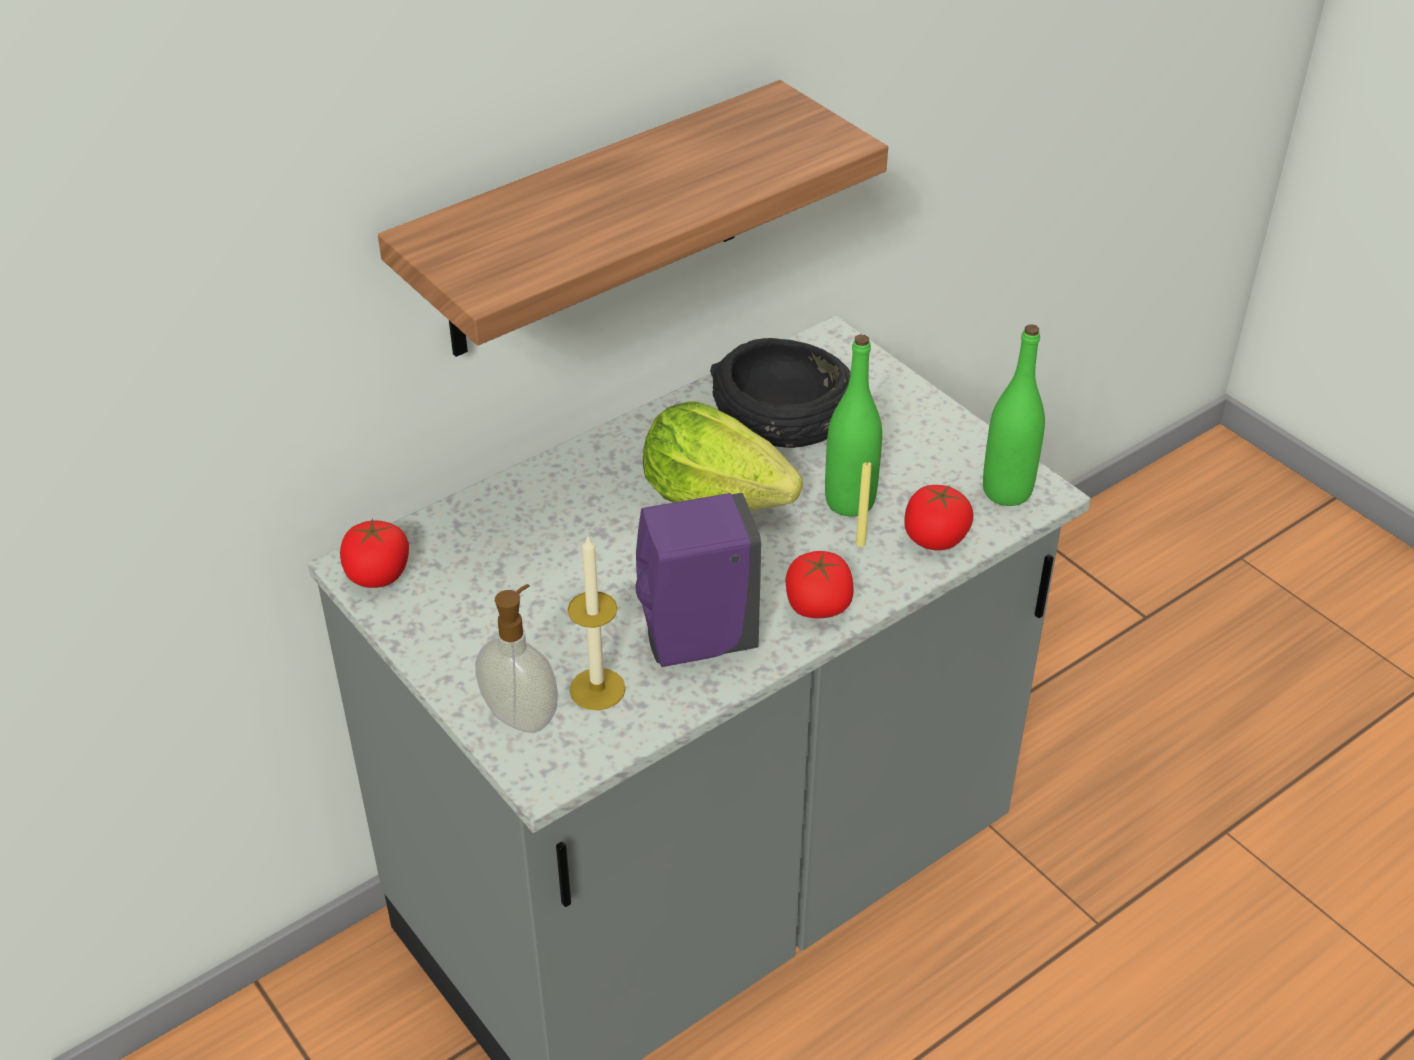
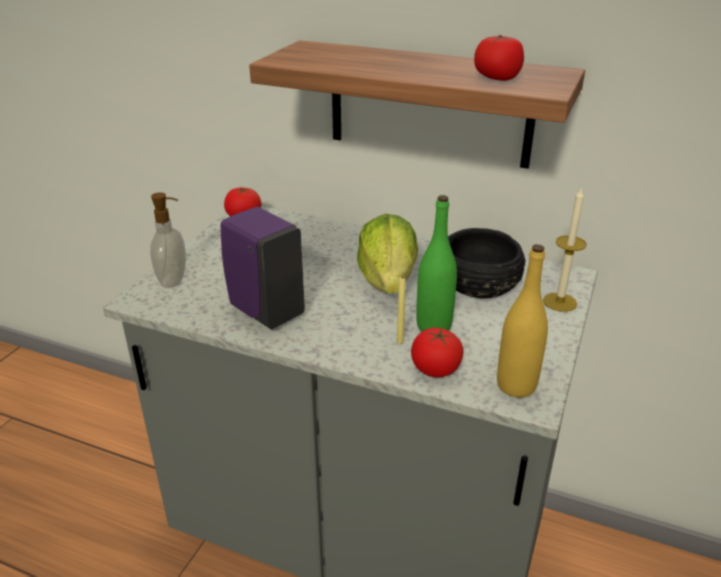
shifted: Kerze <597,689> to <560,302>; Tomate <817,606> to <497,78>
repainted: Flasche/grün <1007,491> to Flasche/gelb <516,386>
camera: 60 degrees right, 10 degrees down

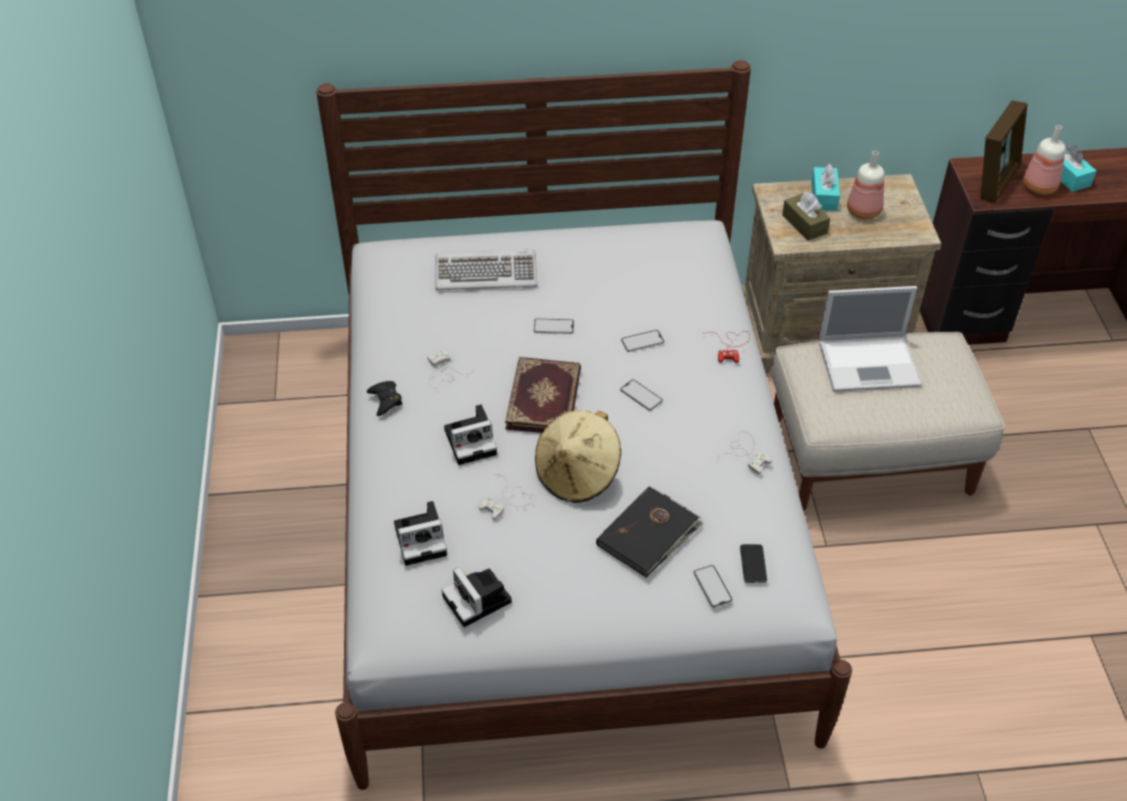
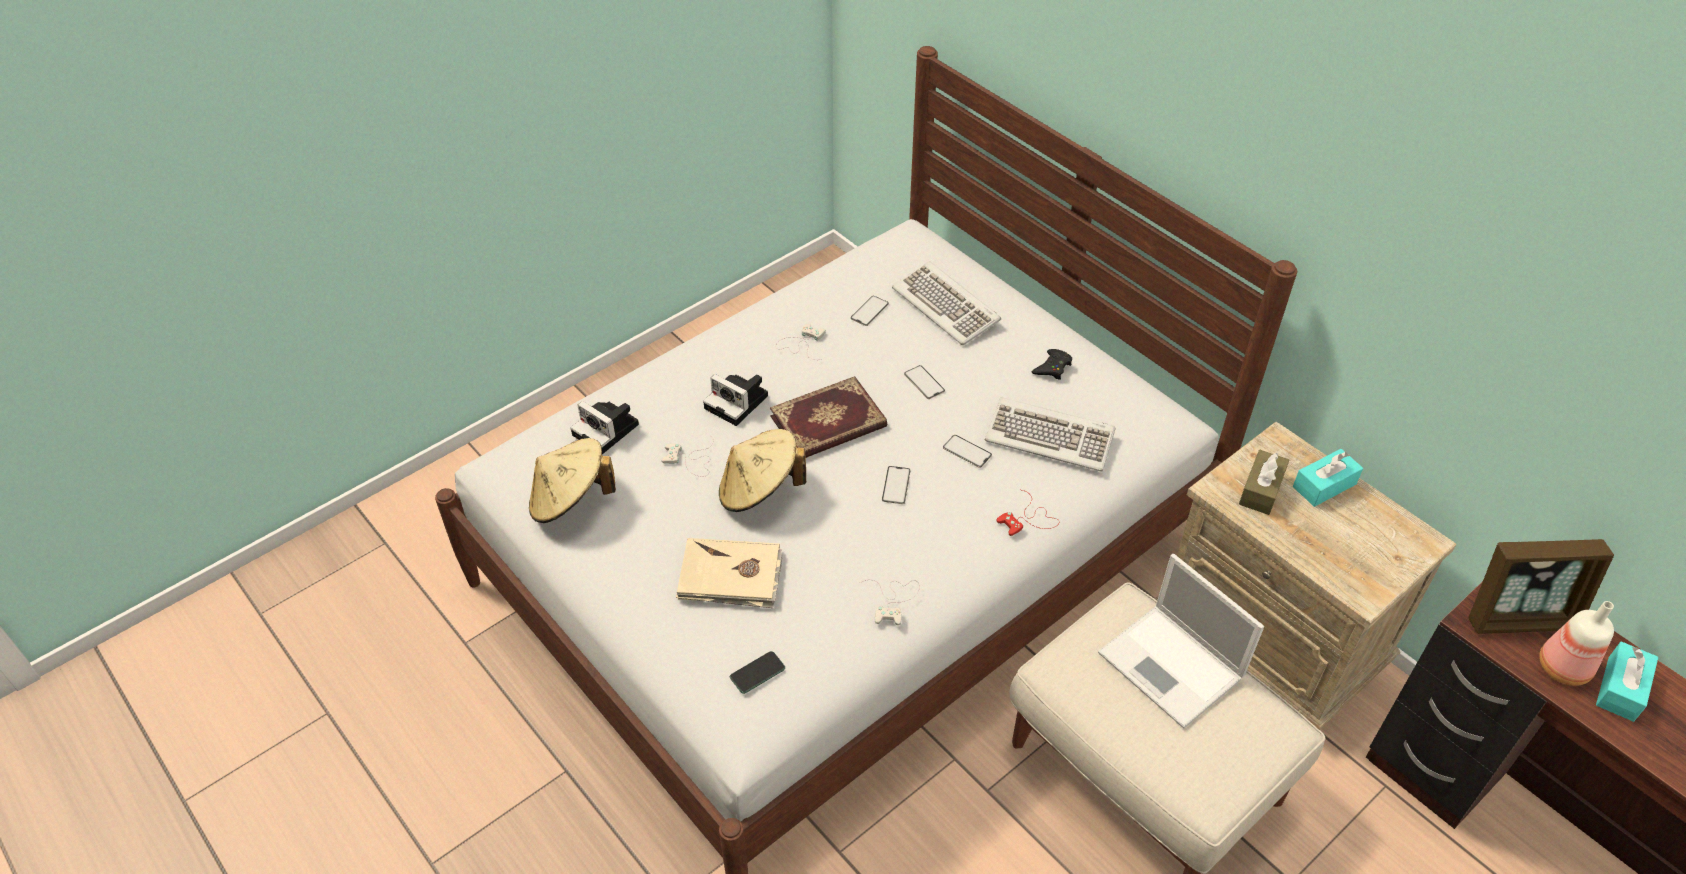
gone: Flasche <864,211>
new: Tastatur <1050,437>
shifted: Gamepad/schwarz <385,400> to <1052,367>; Handy <712,586> to <869,311>
swapped: Kamera <479,600> to Hut/beige <571,500>
repainted: Buch/schwarz <649,534> to Buch/beige <730,576>
camera: 55 degrees right, 0 degrees up

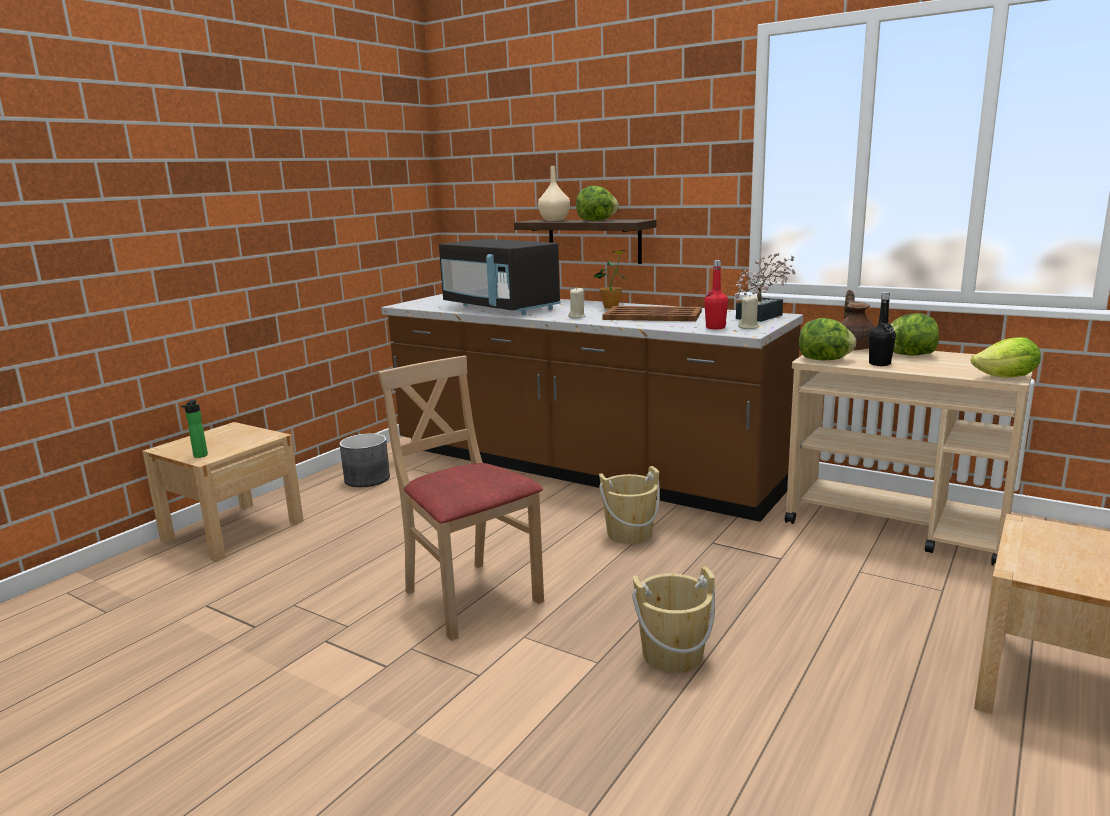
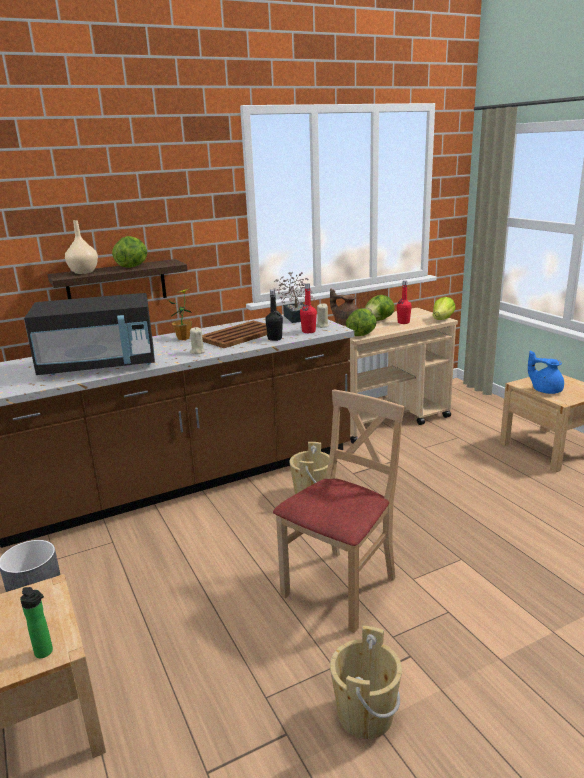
new: Flasche/rot <403,322>; Teekanne/blau <545,390>
shifted: Flasche/schwarz <879,364> to <275,339>; Eimer/beige <672,655> to <365,714>
rotated: Stuhl/beige <471,597> = <341,588> 135 degrees clockwise
camera: 60 degrees left, 5 degrees up

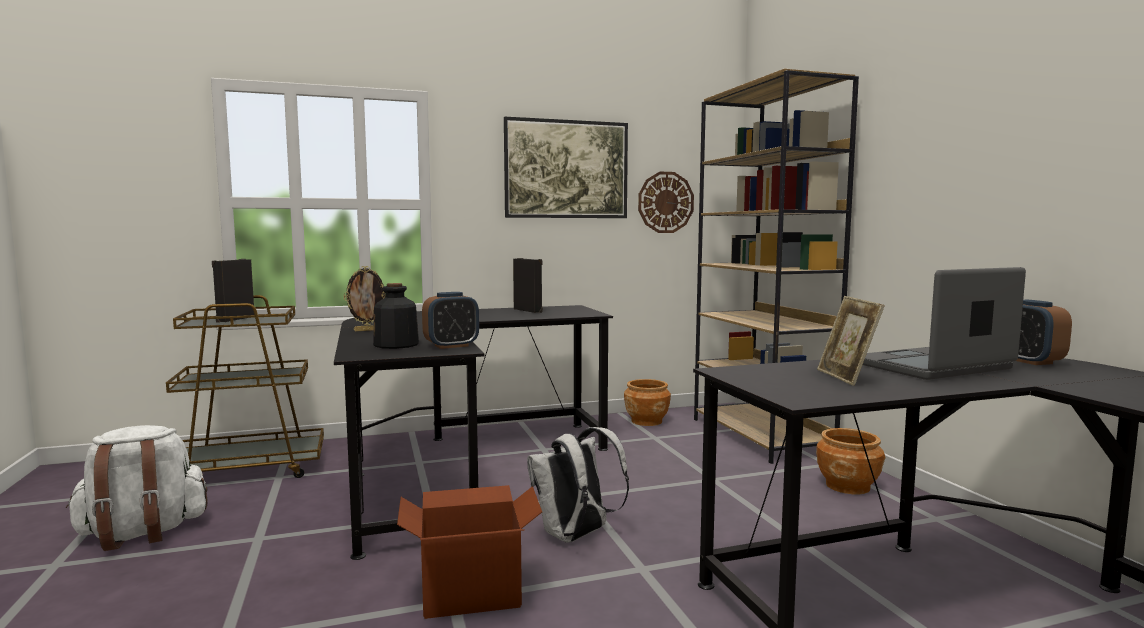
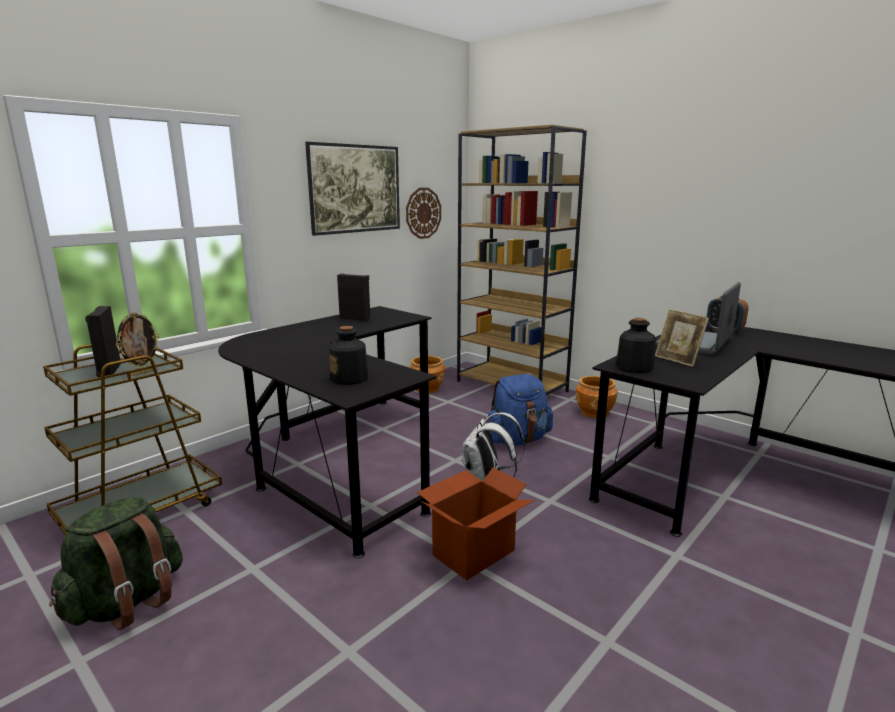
gone: Wecker <451,346>
new: Flasche <634,367>; Rucksack/blau <518,440>
shifted: Bilderrahmen <367,330> to <143,372>
repainted: Rucksack/weiß <142,533> to Rucksack/grün <127,602>
camera: 30 degrees left, 10 degrees up

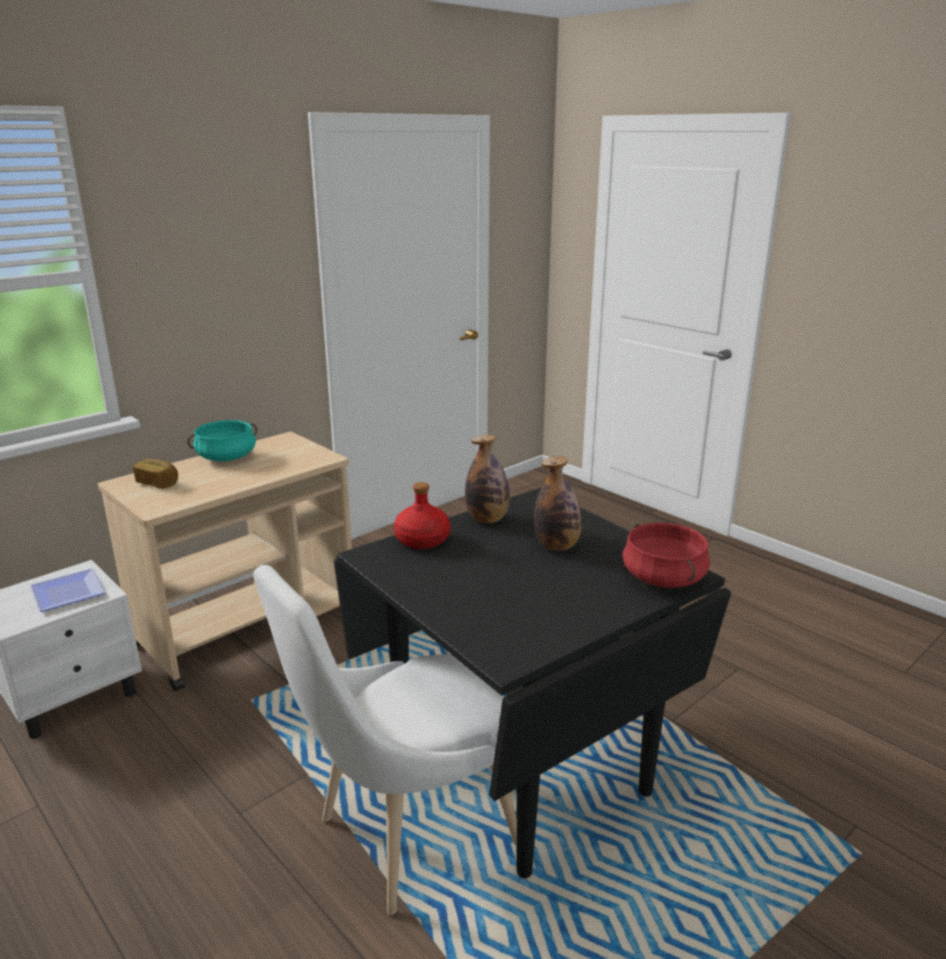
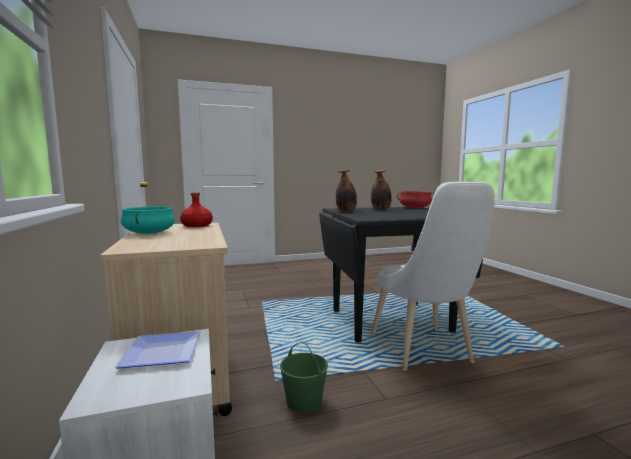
gone: Brot <158,483>
new: Eimer/grün <304,401>
shifted: Flasche/rot <422,540> to <196,225>
camera: 65 degrees left, 15 degrees down

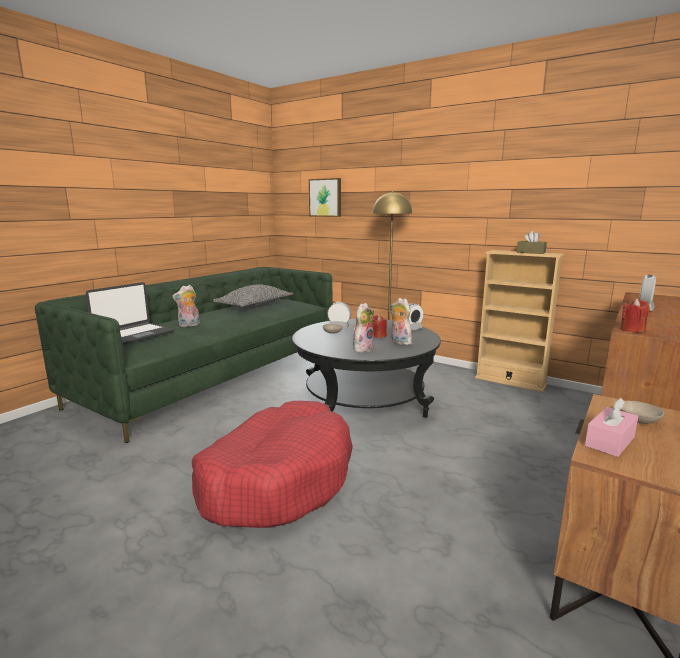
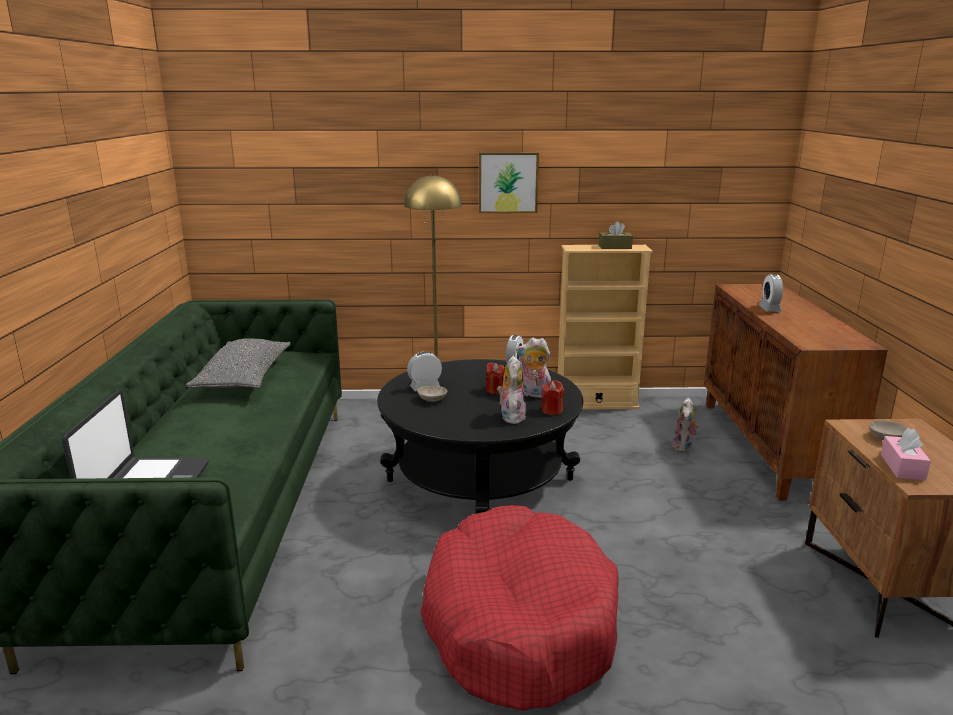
shifted: Bild <326,197> to <508,182>; Plüschtier <189,325> to <684,447>; Kerze/rot <632,330> to <552,410>
camera: 35 degrees left, 5 degrees up

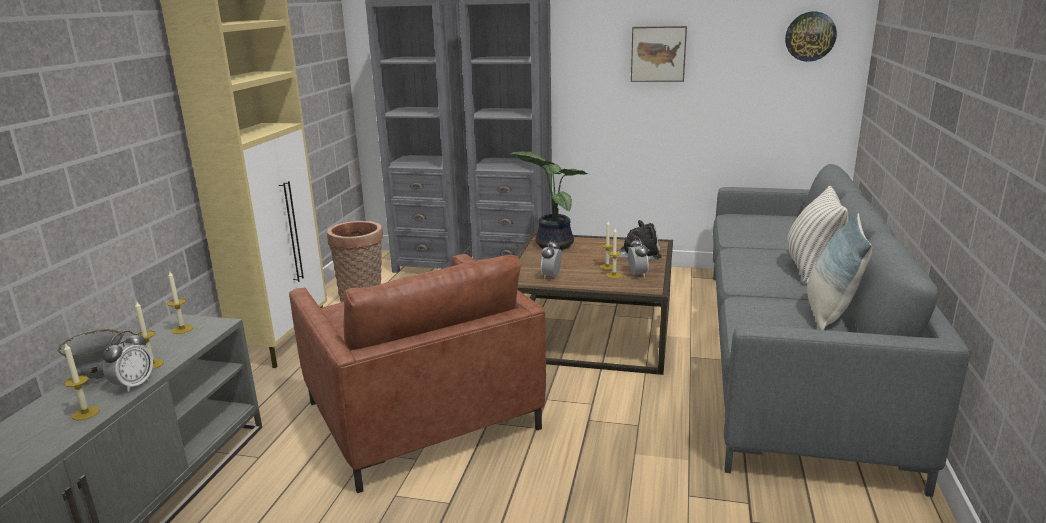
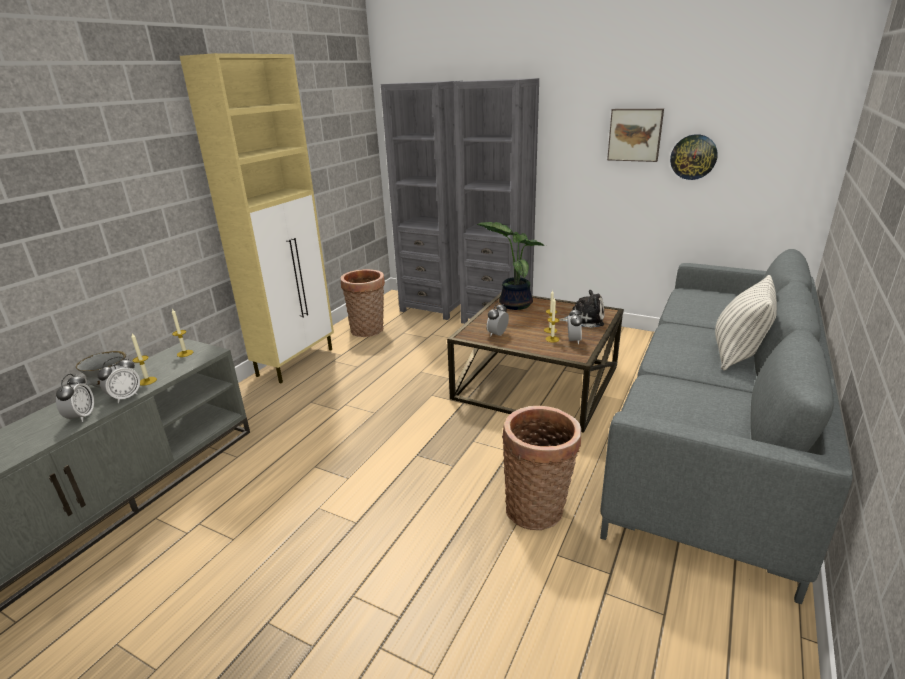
gone: Kissen <829,313>; Sessel/braun <421,415>
new: Korb <538,509>
shifted: Wanduhr <810,36> to <693,157>
swapped: Kerze <85,413> to Wecker <81,416>
camera: 15 degrees right, 5 degrees up

